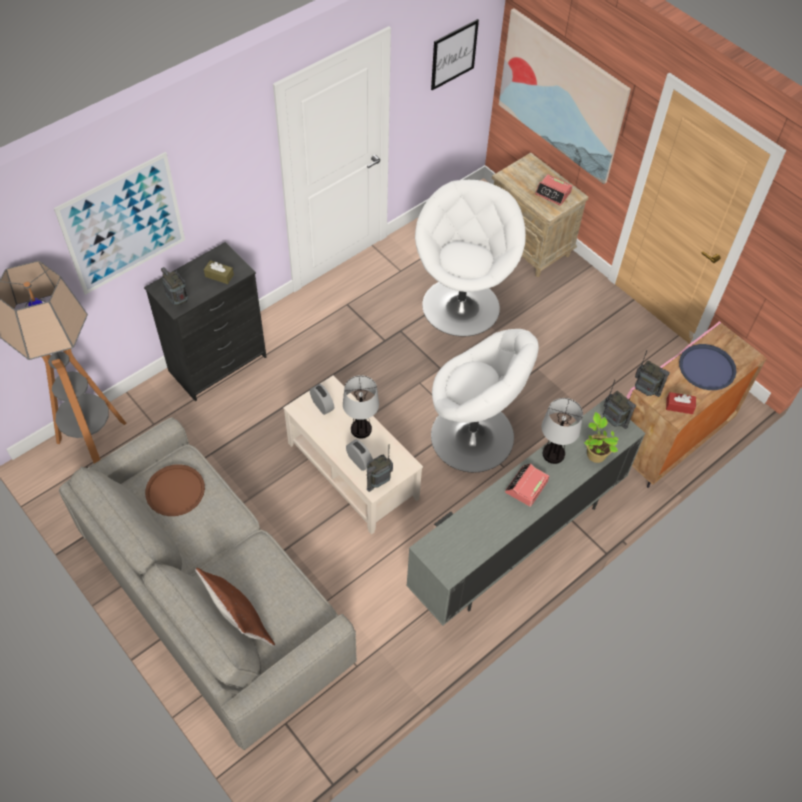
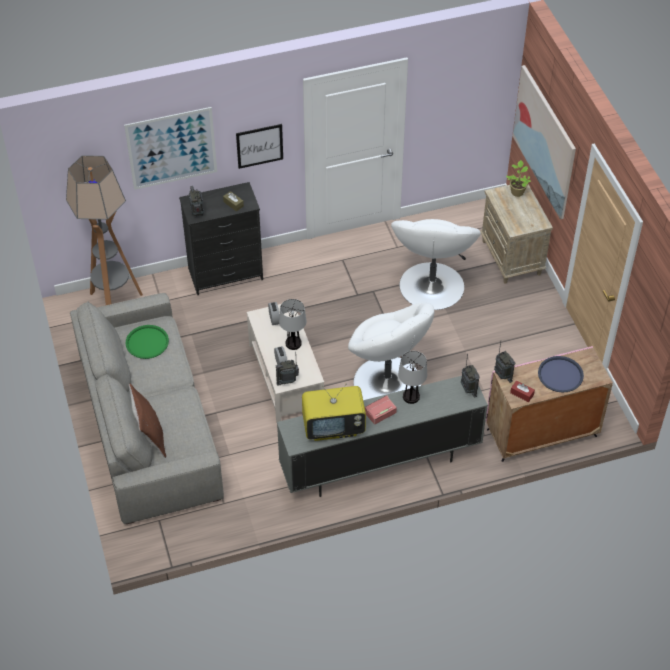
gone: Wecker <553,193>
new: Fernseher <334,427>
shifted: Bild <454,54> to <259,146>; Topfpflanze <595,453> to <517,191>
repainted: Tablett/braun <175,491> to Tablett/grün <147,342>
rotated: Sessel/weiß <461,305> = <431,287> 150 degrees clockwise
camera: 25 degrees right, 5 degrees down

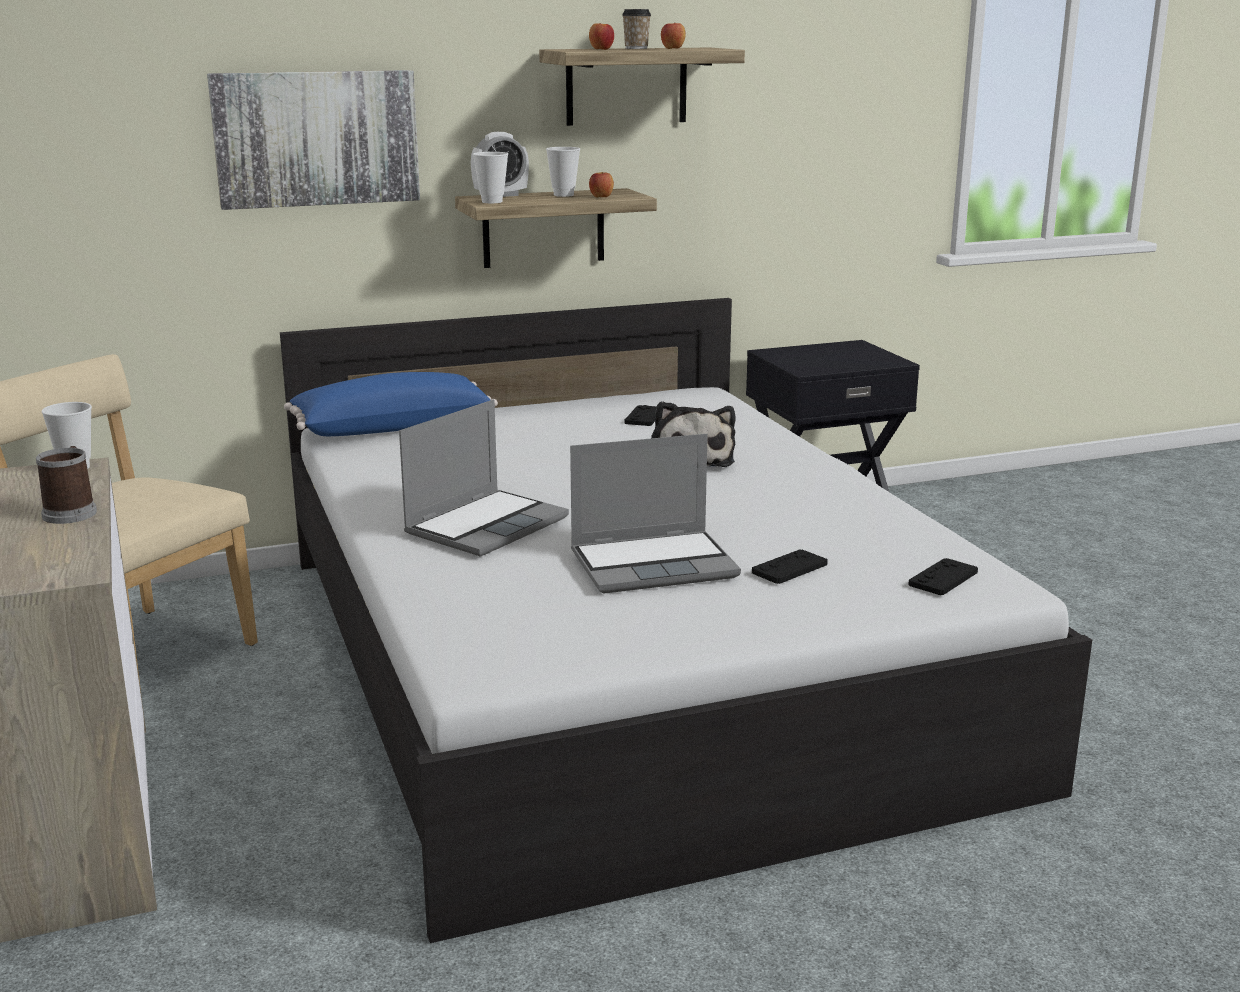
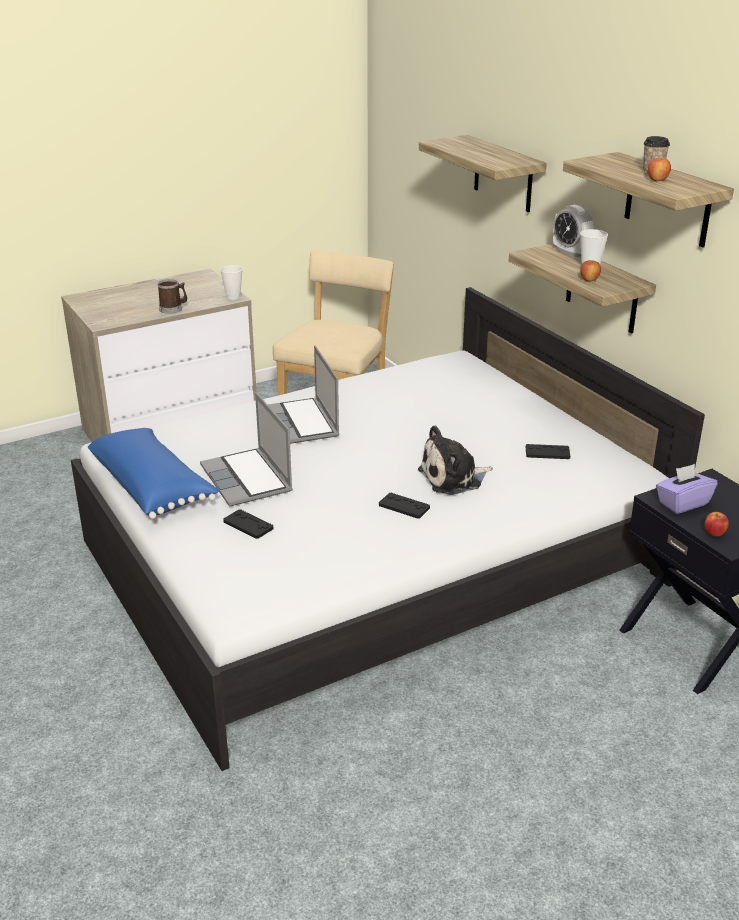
gone: Tasse <492,202>
new: Taschentuchbox/lila <682,503>
shifted: Apfel <601,49> to <714,533>; Kissen/blau <392,427> to <153,487>; Gamepad/schwarz <943,578> to <404,506>
swapped: Bild <316,138> to Wandregal <503,174>
rotated: Laptop <486,525> = <301,424> 45 degrees clockwise
camera: 80 degrees right, 10 degrees up

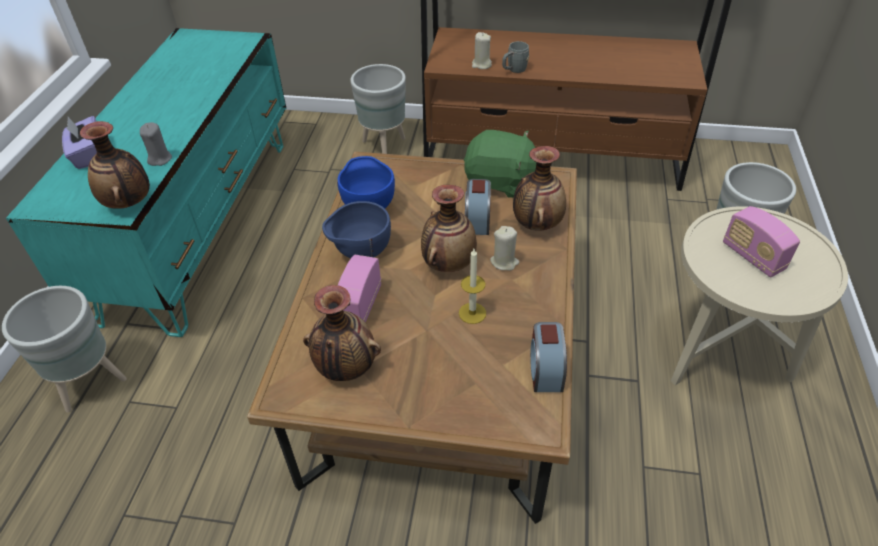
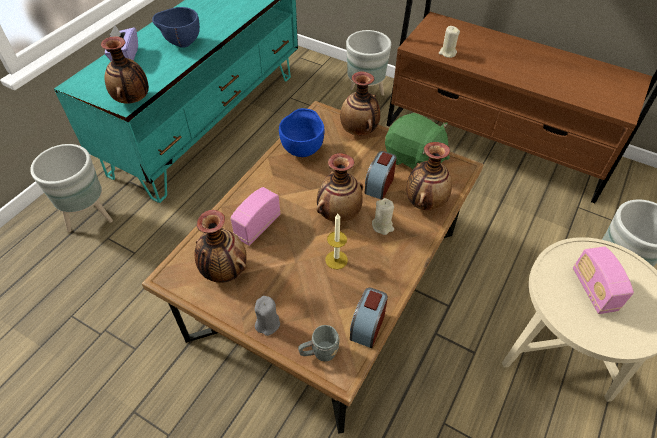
new: Vase <359,131>
shifted: Henkelbecher/grau <514,70> to <319,353>; Kerze/grau <160,159> to <267,323>; Schüssel/blau <360,254> to <181,44>
camera: 20 degrees right, 5 degrees up

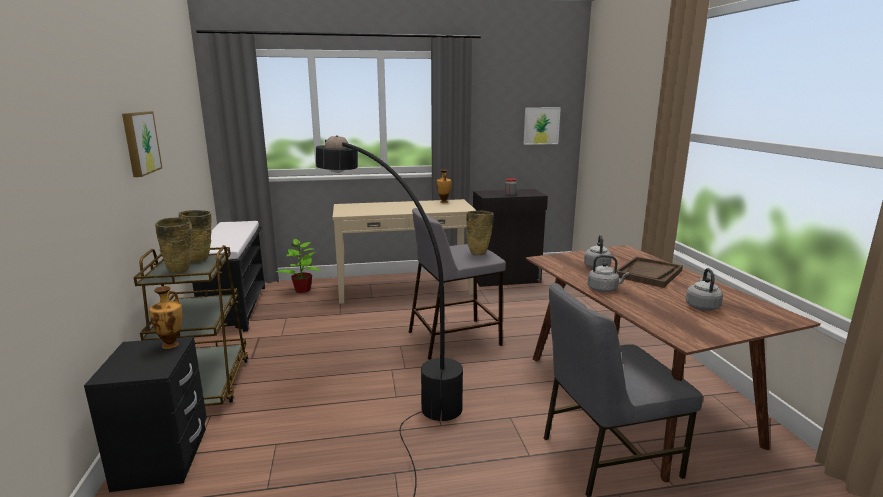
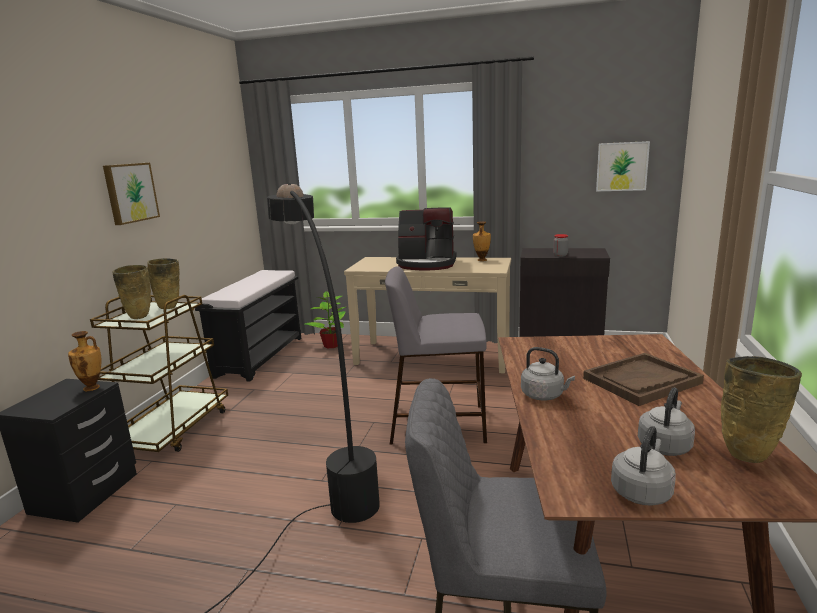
new: Kaffeemaschine <427,264>
shifted: Vase/beige <479,253> to <749,454>; Wasserkessel/grau <596,266> to <642,491>
camera: 25 degrees right, 0 degrees up

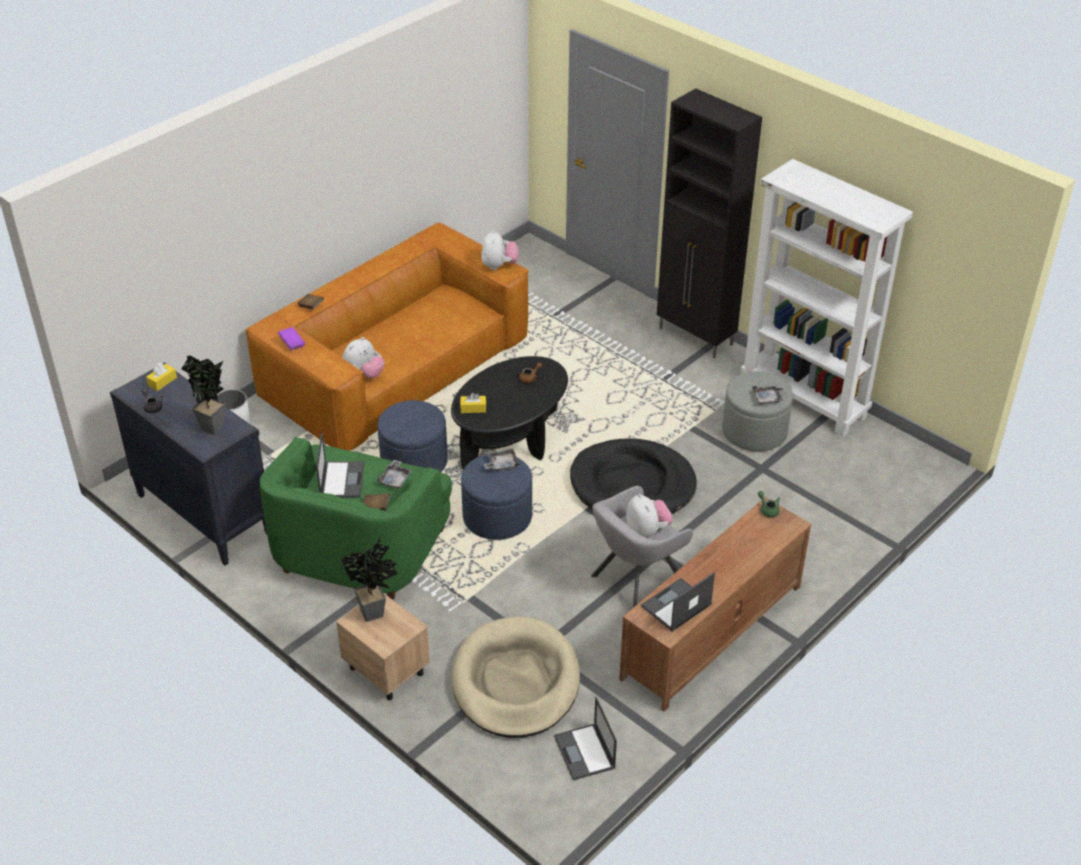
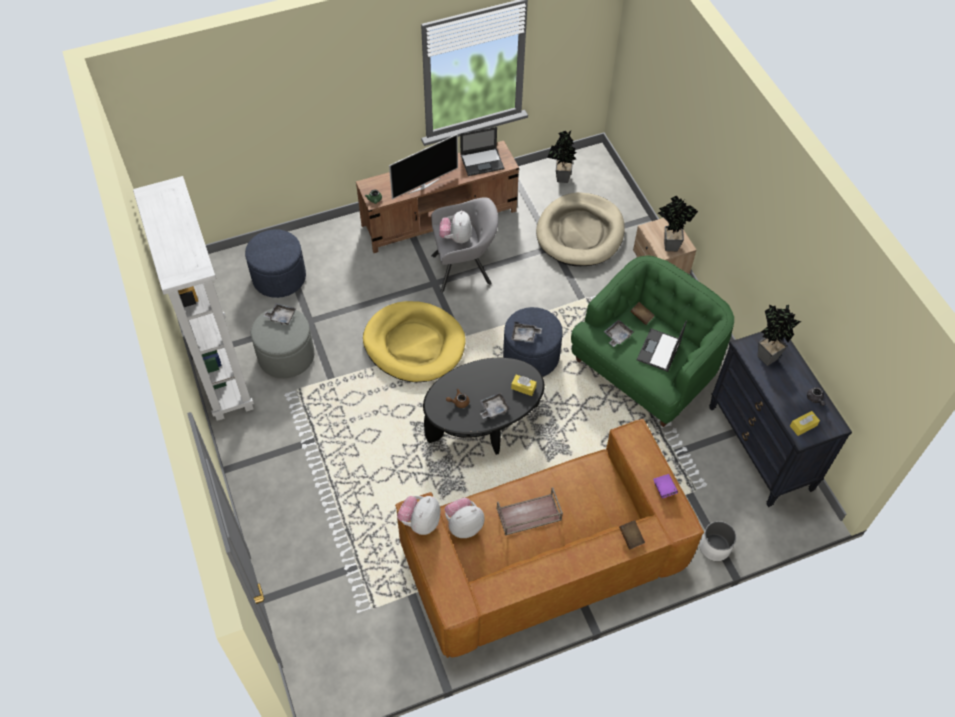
gone: Schrank/schwarz <696,337>
new: Fernseher <423,185>; Tablett/grau <493,408>; Tablett/braun <528,515>
shifted: Plüschtier <364,375> to <463,525>; Polsterhocker/blau <414,462> to <279,277>
swapped: Laptop <585,753> to Topfpflanze <561,180>
repainted: Hundebett/schwarz <632,485> to Hundebett/gelb <414,344>
camera: 155 degrees left, 15 degrees up

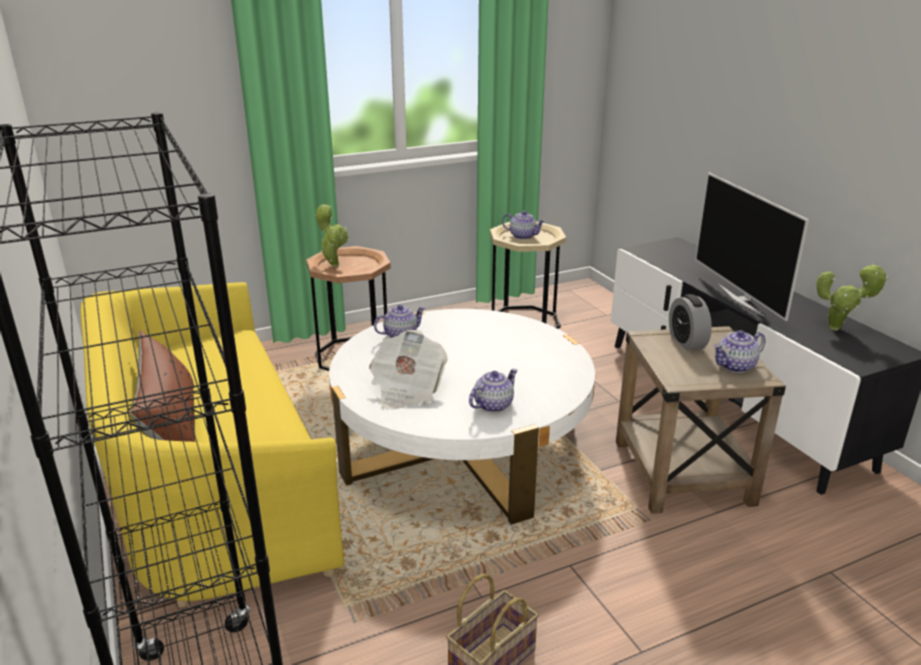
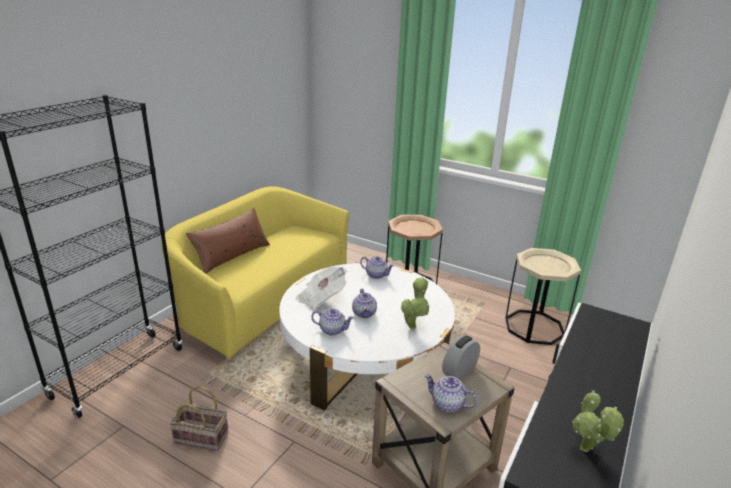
gone: Fernseher <741,299>
shifted: Topfpflanze <333,264> to <413,326>; Teekanne <523,236> to <364,313>
camera: 55 degrees right, 0 degrees up

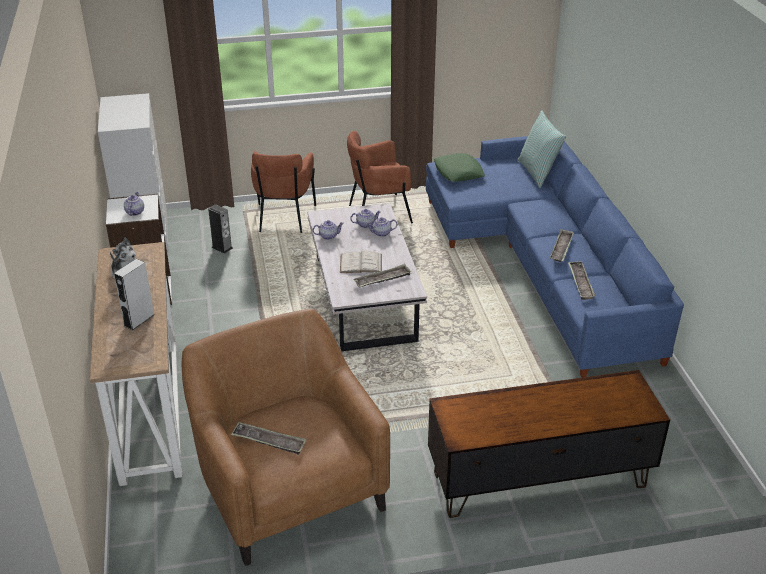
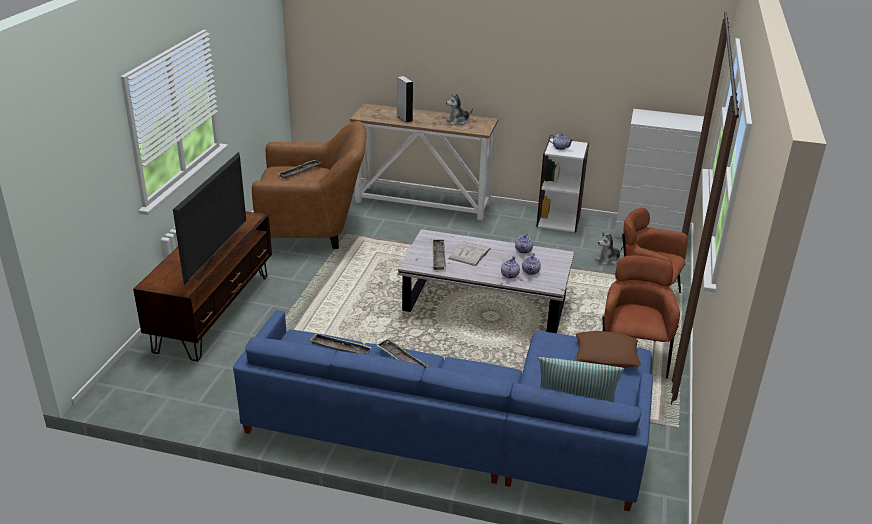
new: Fernseher <217,259>
swapped: Lautsprecher <222,247> to Plüschtier <608,260>
repainted: Kissen/grün <458,172> to Kissen/braun <606,355>
camera: 115 degrees right, 5 degrees down

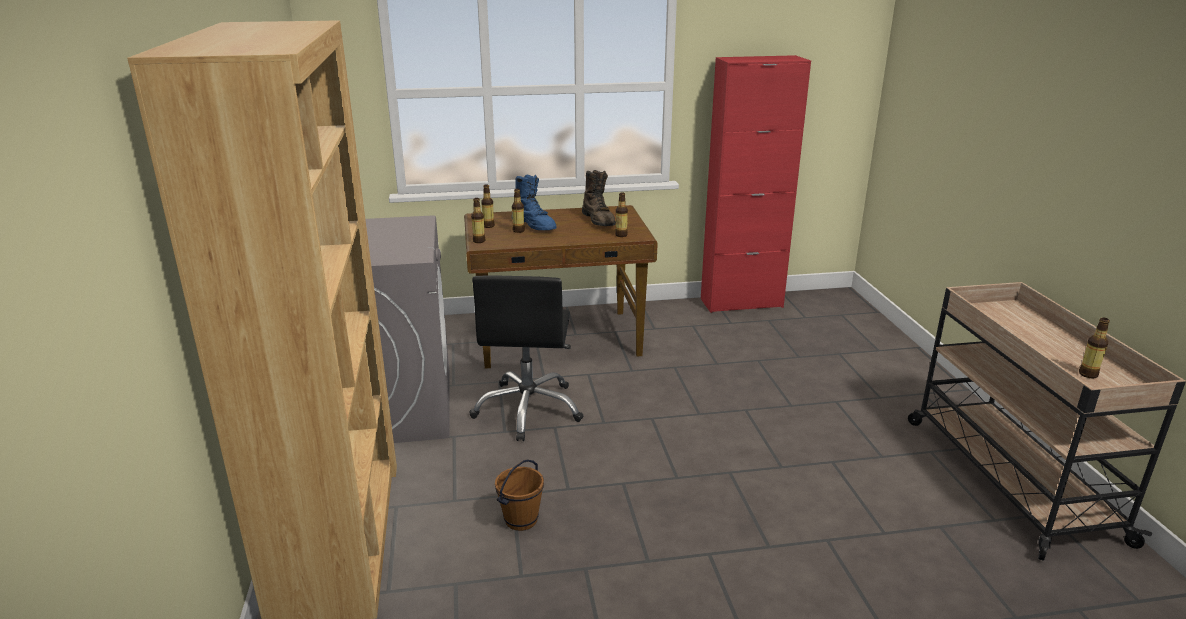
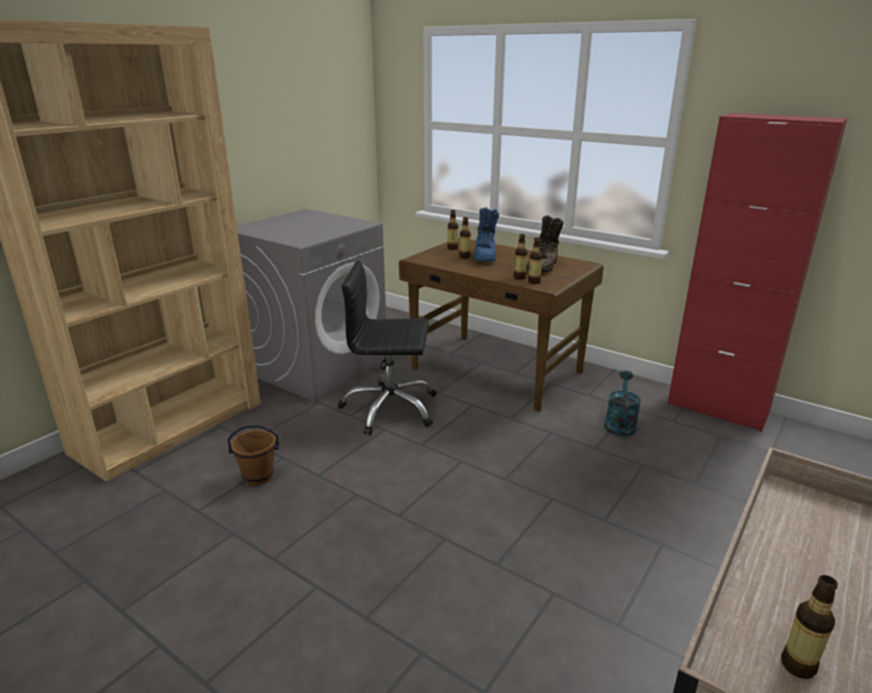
new: Gießkanne/türkis <620,423>
shifted: Flasche <479,241> to <519,277>
rotated: Bürostuhl/schwarz <529,409> = <390,409> 45 degrees clockwise
camera: 45 degrees right, 0 degrees up

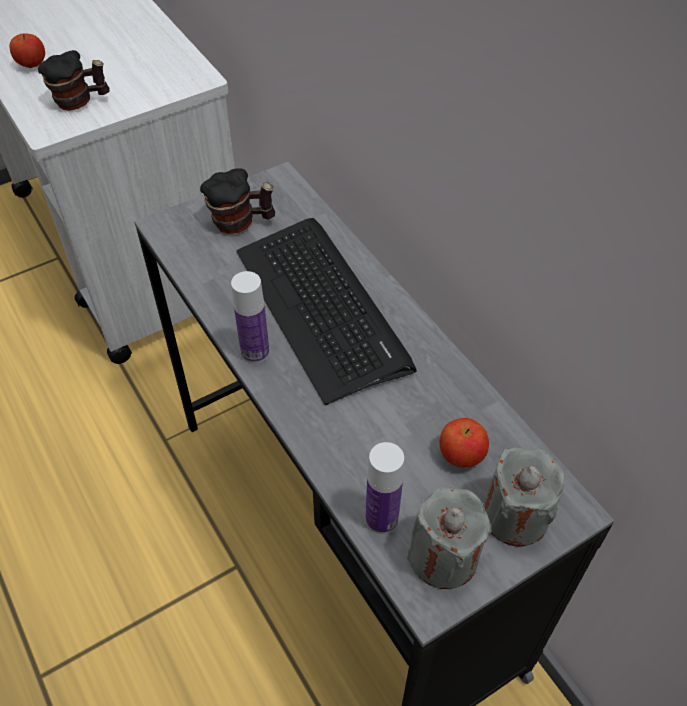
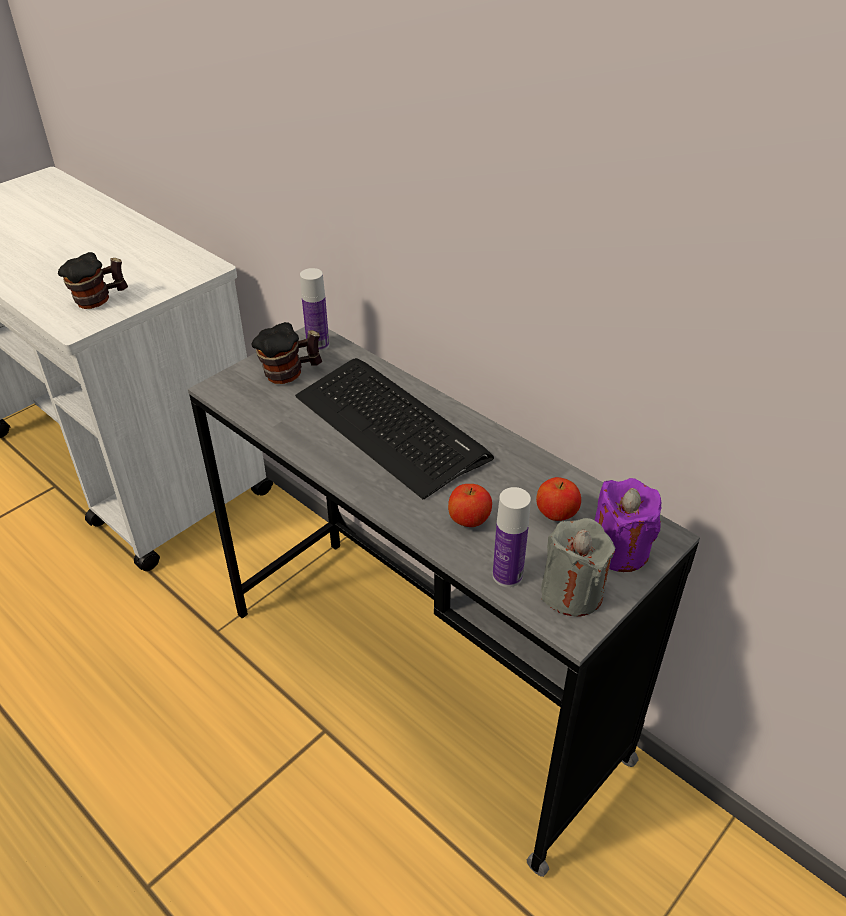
shifted: Apfel <32,65> to <469,521>; Flasche <255,352> to <318,345>
repainted: Kerze/grau <515,516> to Kerze/lila <619,550>
camera: 15 degrees left, 10 degrees down

